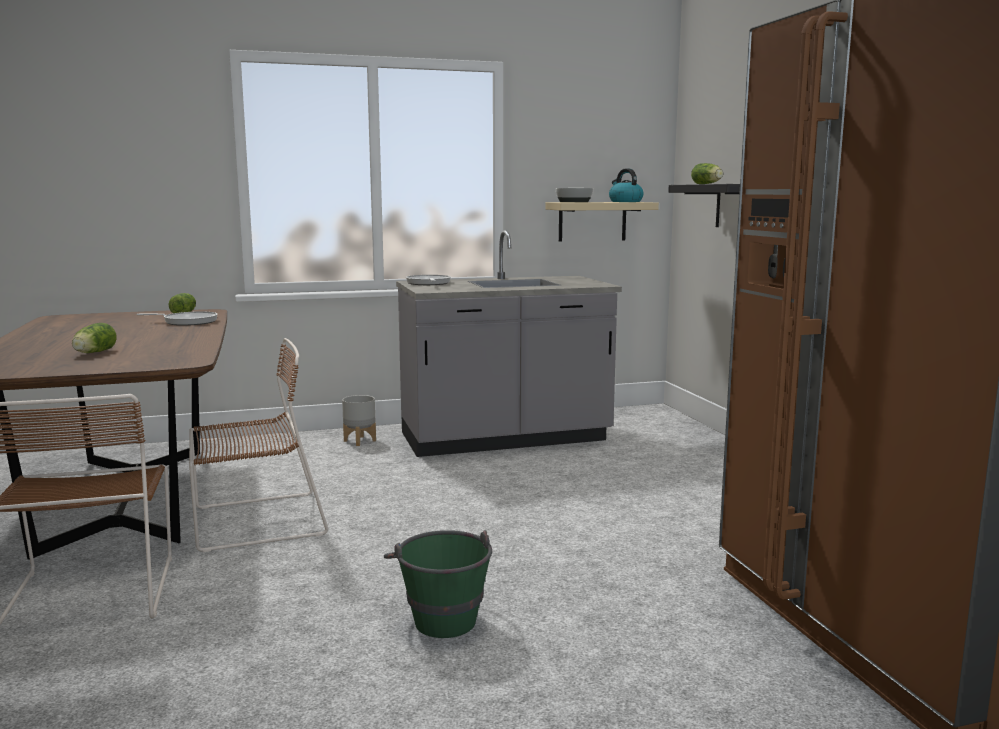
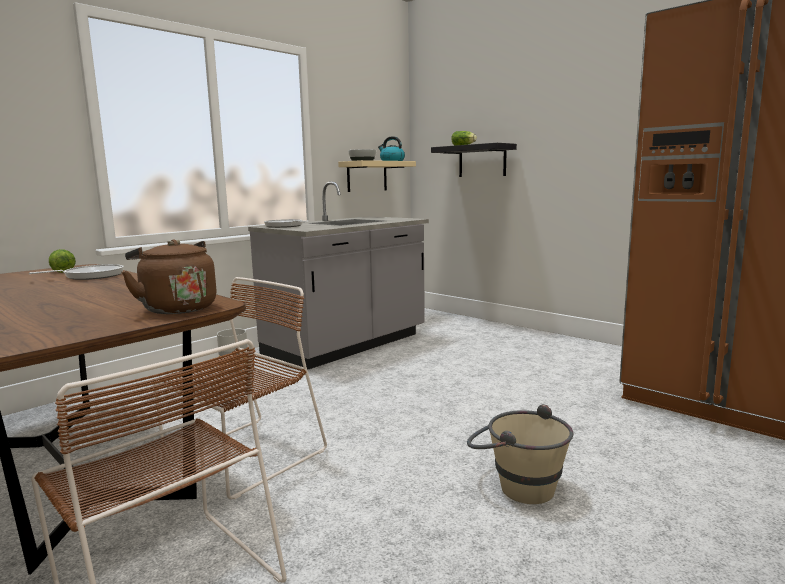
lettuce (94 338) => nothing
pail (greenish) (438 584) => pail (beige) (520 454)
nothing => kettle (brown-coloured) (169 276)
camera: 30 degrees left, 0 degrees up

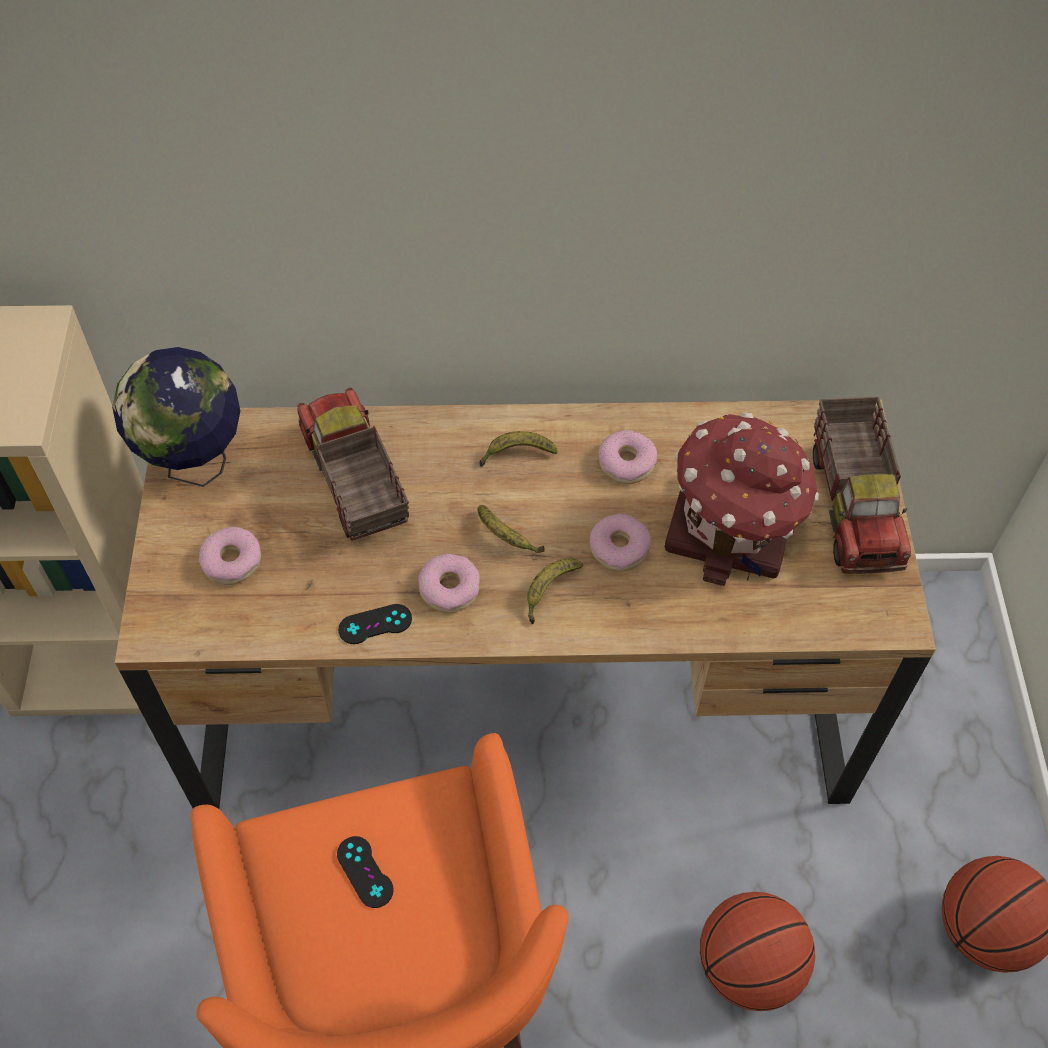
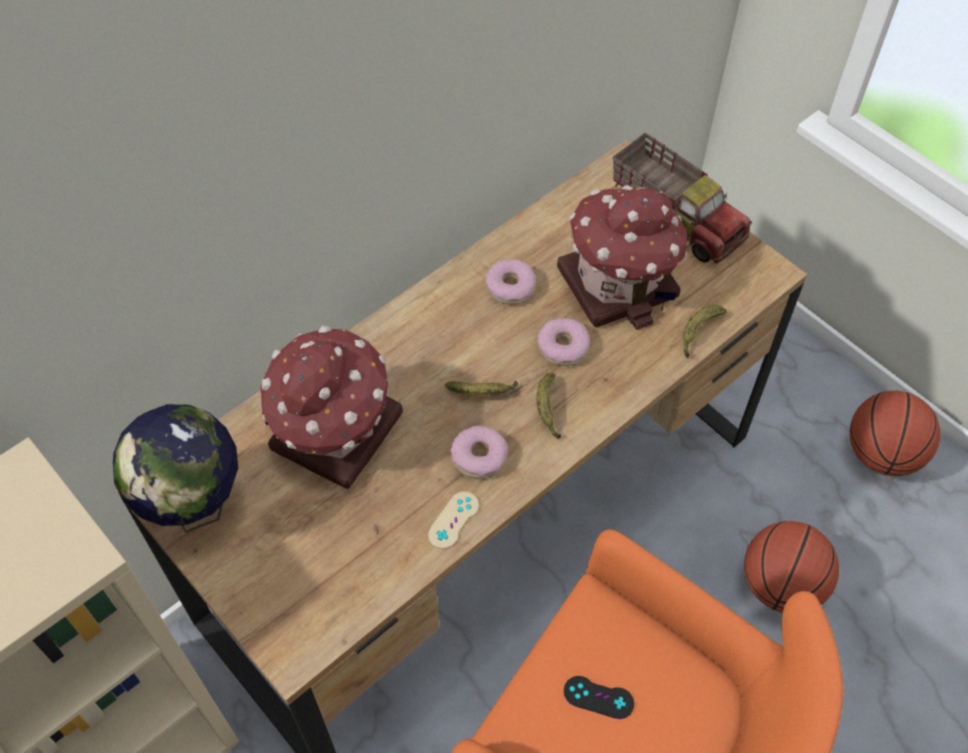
ring doughnut (230 556) => nothing
toy lorry (353 464) => model house (331 407)
joypad (black) (375 624) => joypad (beige) (453 520)
whole banana (519 449) => whole banana (705 331), move
camera: 40 degrees left, 0 degrees up

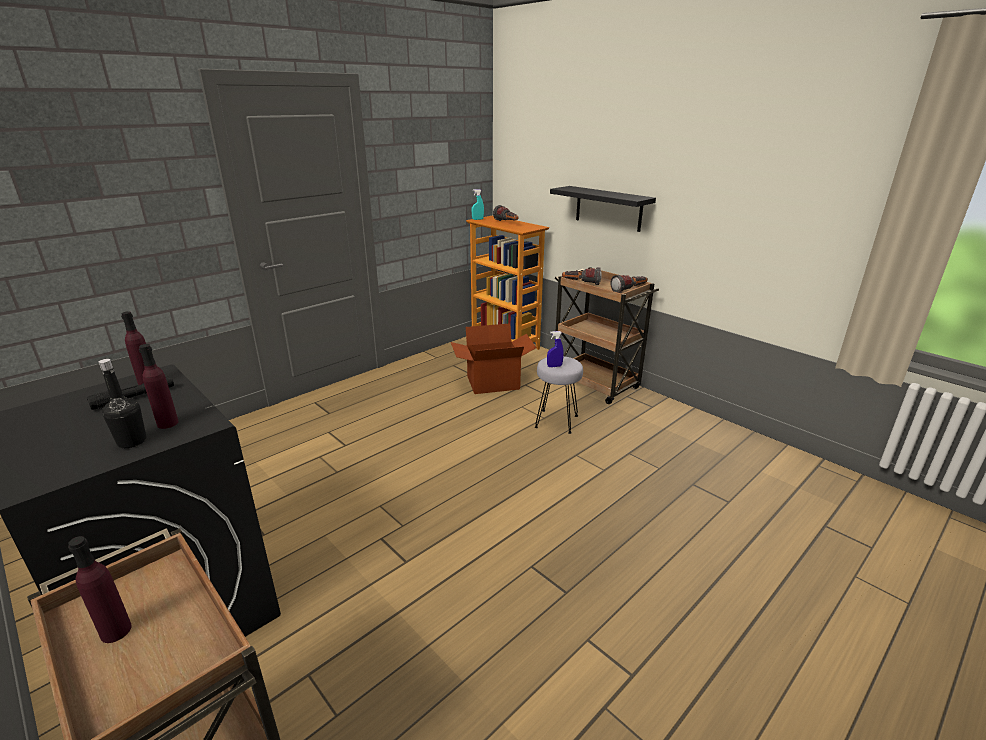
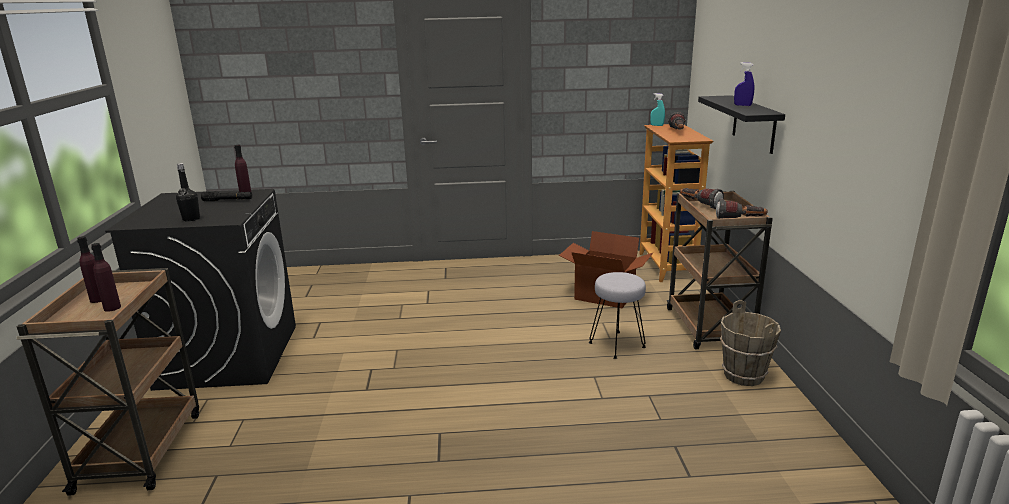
beverage bottle (purple-coloured) (159 386) => beverage bottle (purple-coloured) (106 277), move
hand sprayer (blue-coloured) (555 349) => hand sprayer (blue-coloured) (744 84), move
nothing => pail (brown-coloured) (750 343)
camera: 40 degrees right, 5 degrees down

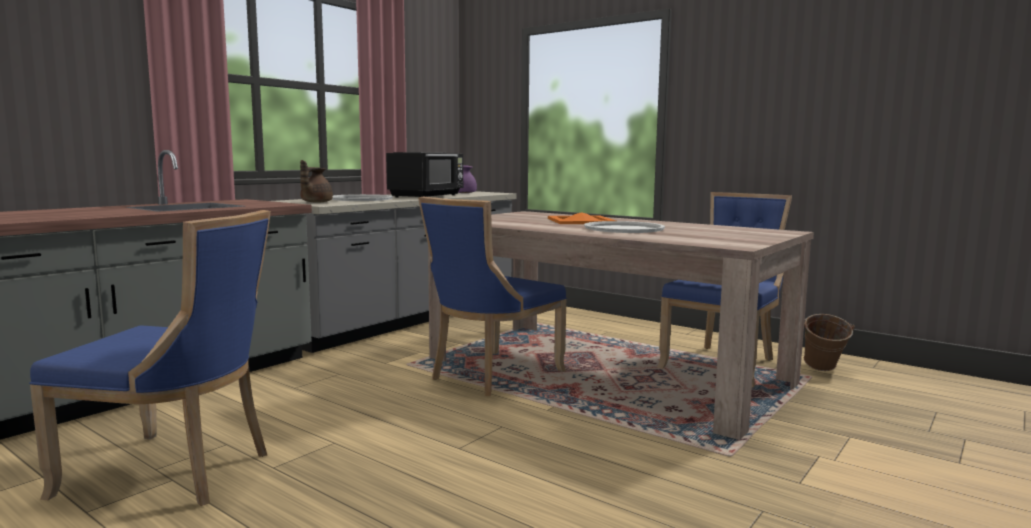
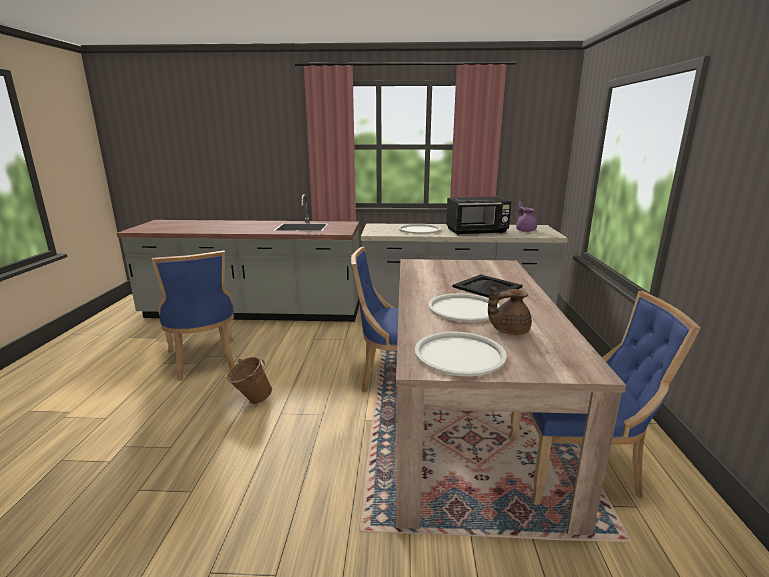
tea pot (brown-coloured) (316 181) => tea pot (brown-coloured) (510 310), move
carrying tray (orangey) (582 218) => carrying tray (black) (488 286)
pail (brown-coloured) (829 342) => pail (brown-coloured) (249 380), move
nothing => carrying tray (white) (461 353)
camera: 55 degrees right, 10 degrees up

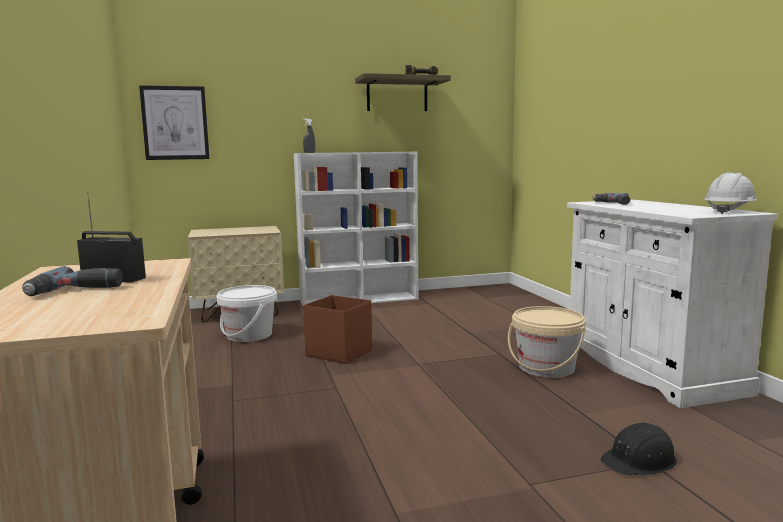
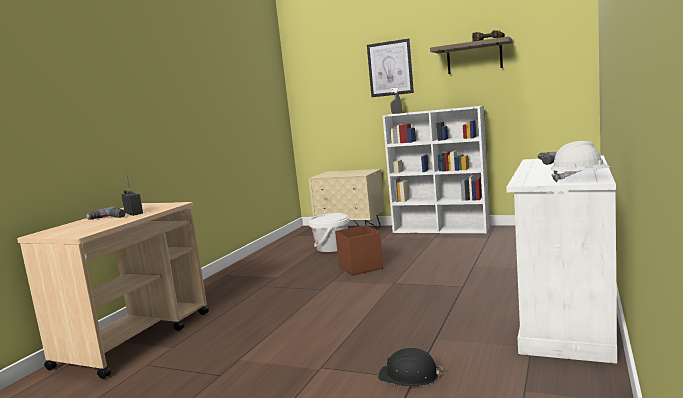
wall art (174 122) => wall art (390 67), move
pail (beige) (547 342) => nothing
camera: 40 degrees right, 0 degrees up

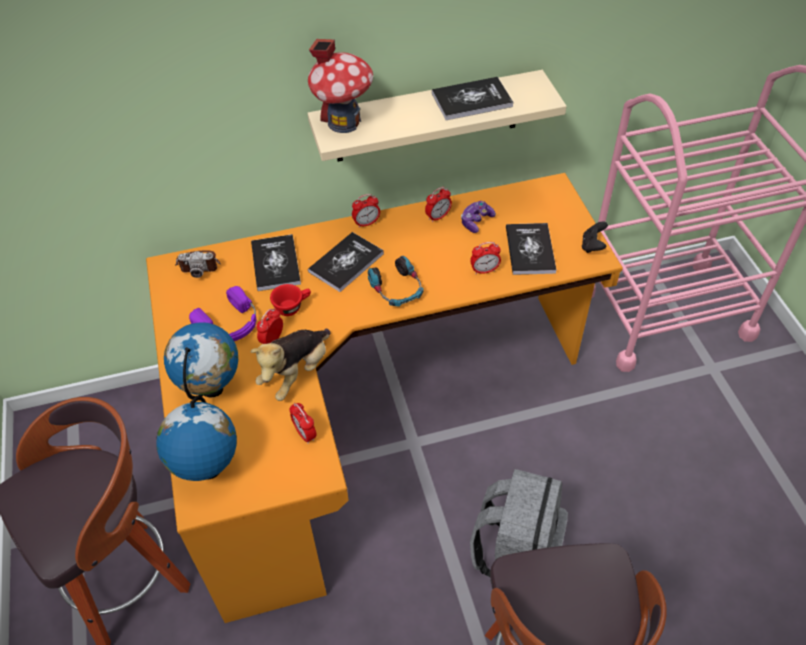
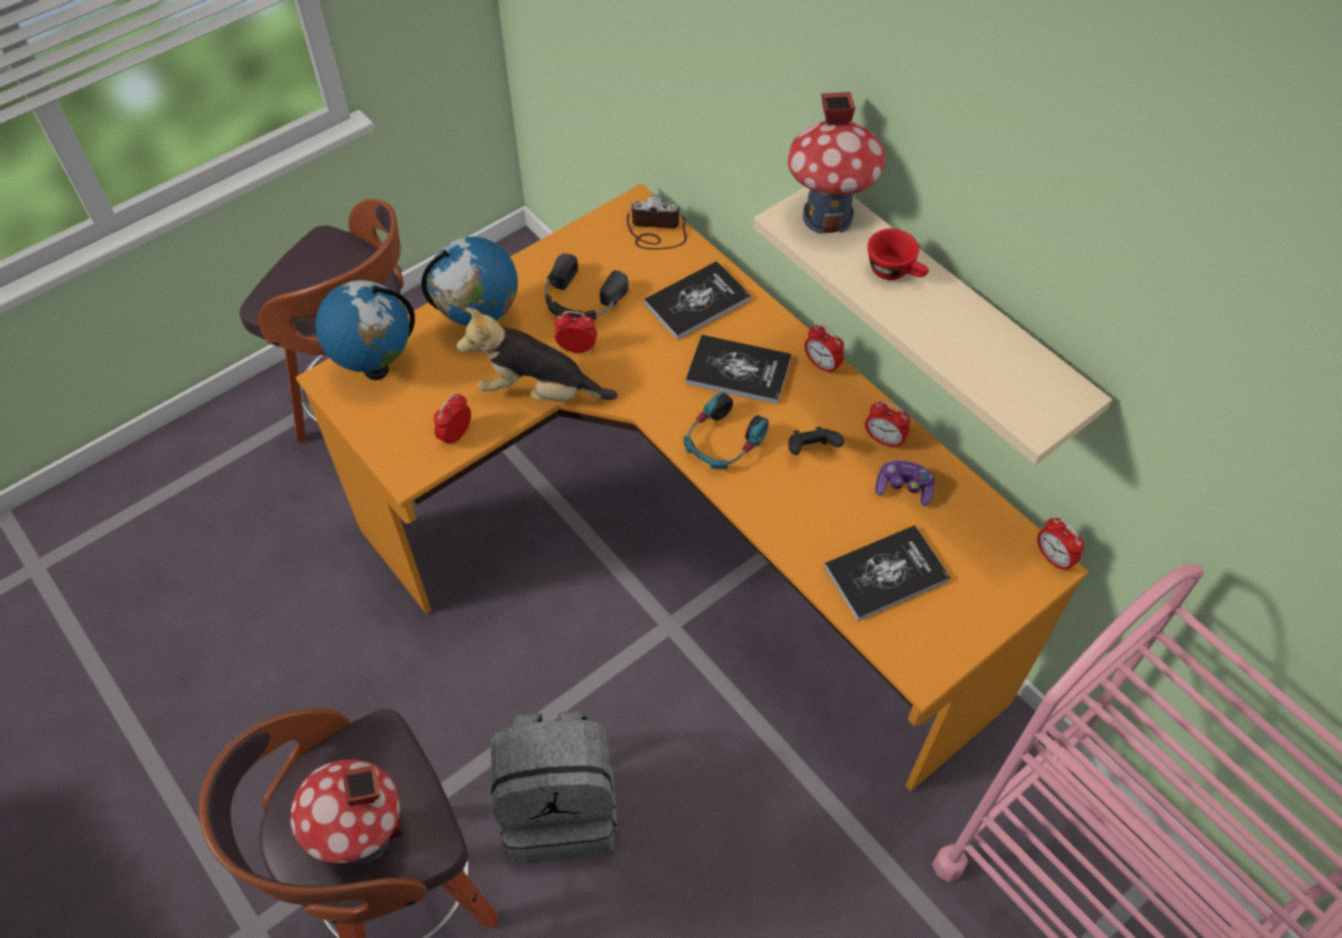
still camera (198 264) => still camera (657 222), 120 degrees clockwise
pair of headphones (purple-coloured) (223 313) => pair of headphones (black) (587 287)
cup (red) (290 300) => cup (red) (898 254), move
volume (473 98) => nothing
alarm clock (485 258) => alarm clock (1060 545), move
joypad (black) (595 237) => joypad (black) (816 441), move
nothing => model house (346 812)
camera: 65 degrees right, 5 degrees up

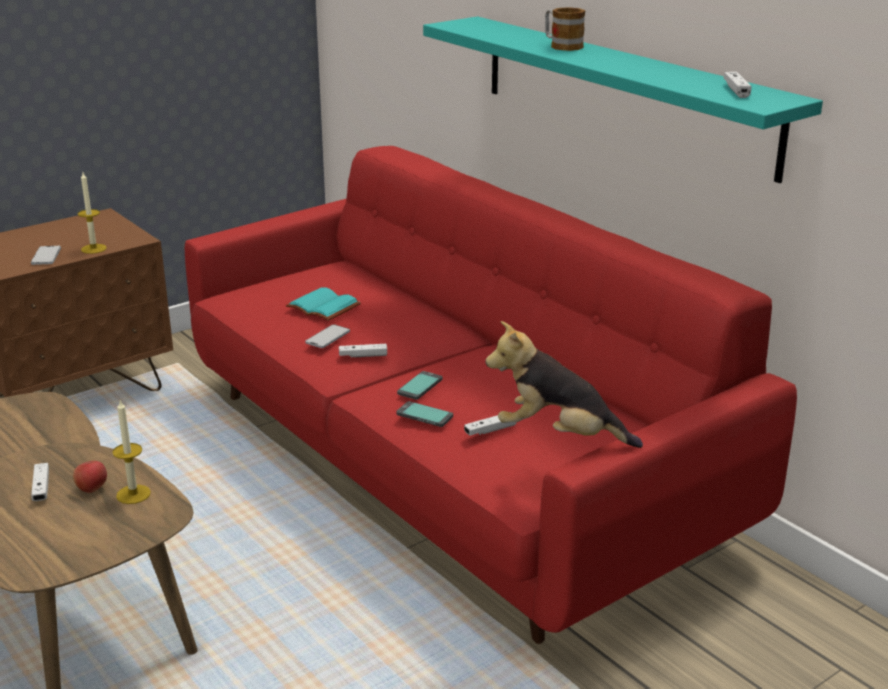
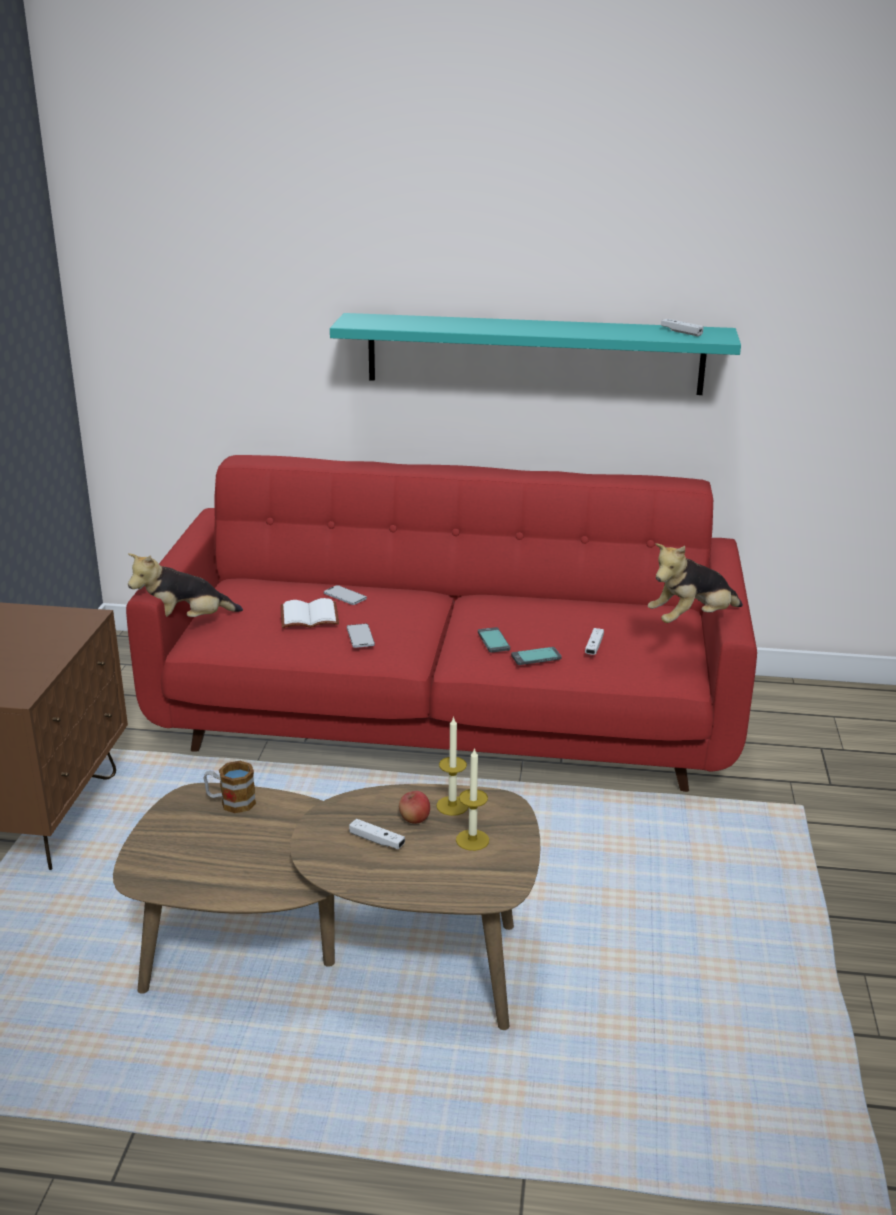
handset (46 255) => handset (345 595), move
wax candle (92 213) => wax candle (472 799), move
volume (turquoise-coloured) (323 304) => volume (white) (310 613)
joypad (white) (363 351) => nothing
coffee mug (565 29) => coffee mug (230 787), move
nothing => plush toy (185 585)
camera: 45 degrees left, 0 degrees up

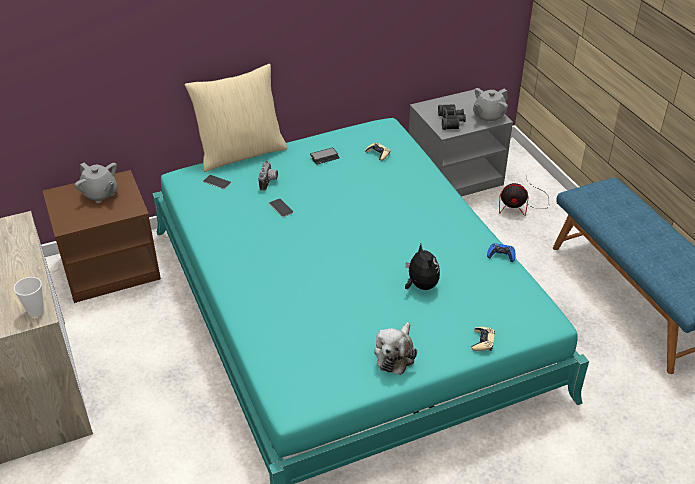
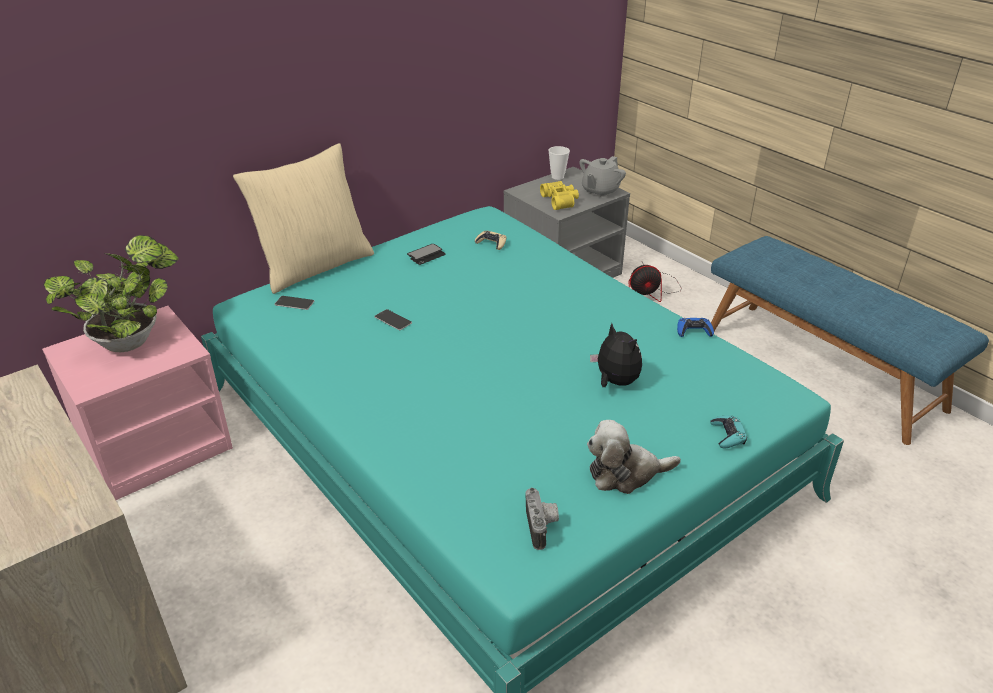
cup (29 297) => cup (559 163), move
night table (brown-coloured) (102 236) => night table (pinkish) (137 403)
tea pot (greyish) (96 182) => houseplant (111 293)
still camera (268 176) => still camera (542 519), move
plush toy (395 348) => plush toy (634 457), 75 degrees clockwise
binoculars (black) (452 117) => binoculars (yellow-coloured) (559 195)
joypad (beige) (483 339) => joypad (turquoise-coloured) (728 432)
camera: 15 degrees left, 5 degrees down

